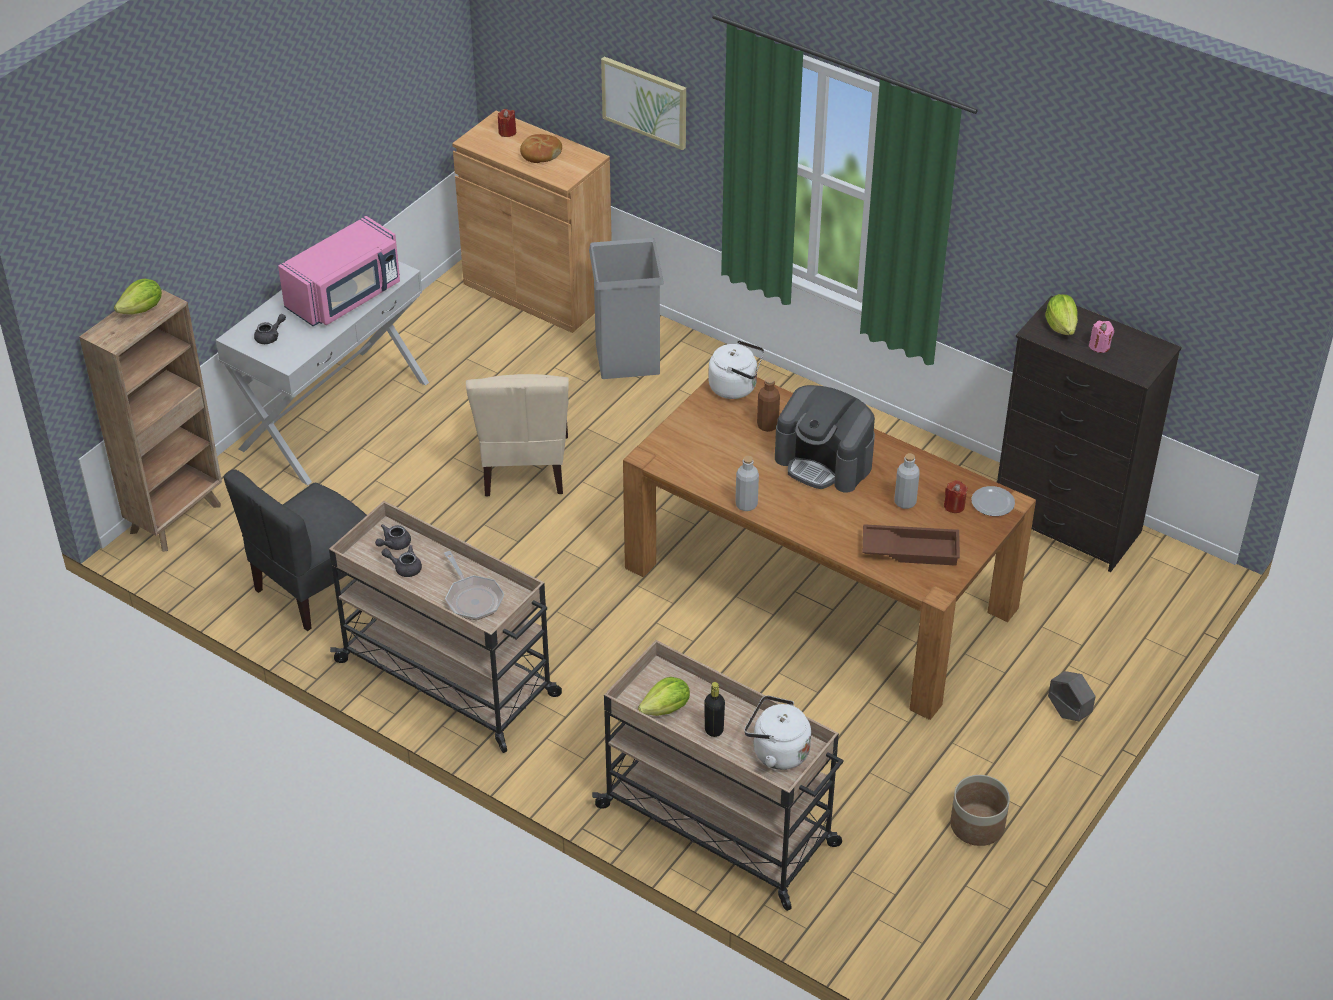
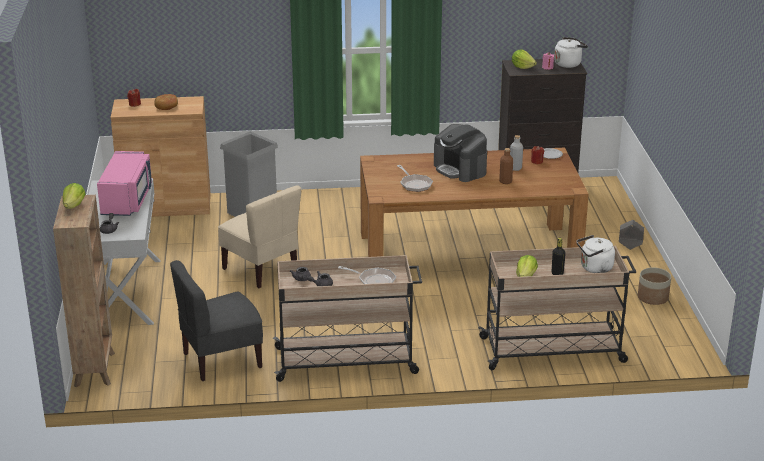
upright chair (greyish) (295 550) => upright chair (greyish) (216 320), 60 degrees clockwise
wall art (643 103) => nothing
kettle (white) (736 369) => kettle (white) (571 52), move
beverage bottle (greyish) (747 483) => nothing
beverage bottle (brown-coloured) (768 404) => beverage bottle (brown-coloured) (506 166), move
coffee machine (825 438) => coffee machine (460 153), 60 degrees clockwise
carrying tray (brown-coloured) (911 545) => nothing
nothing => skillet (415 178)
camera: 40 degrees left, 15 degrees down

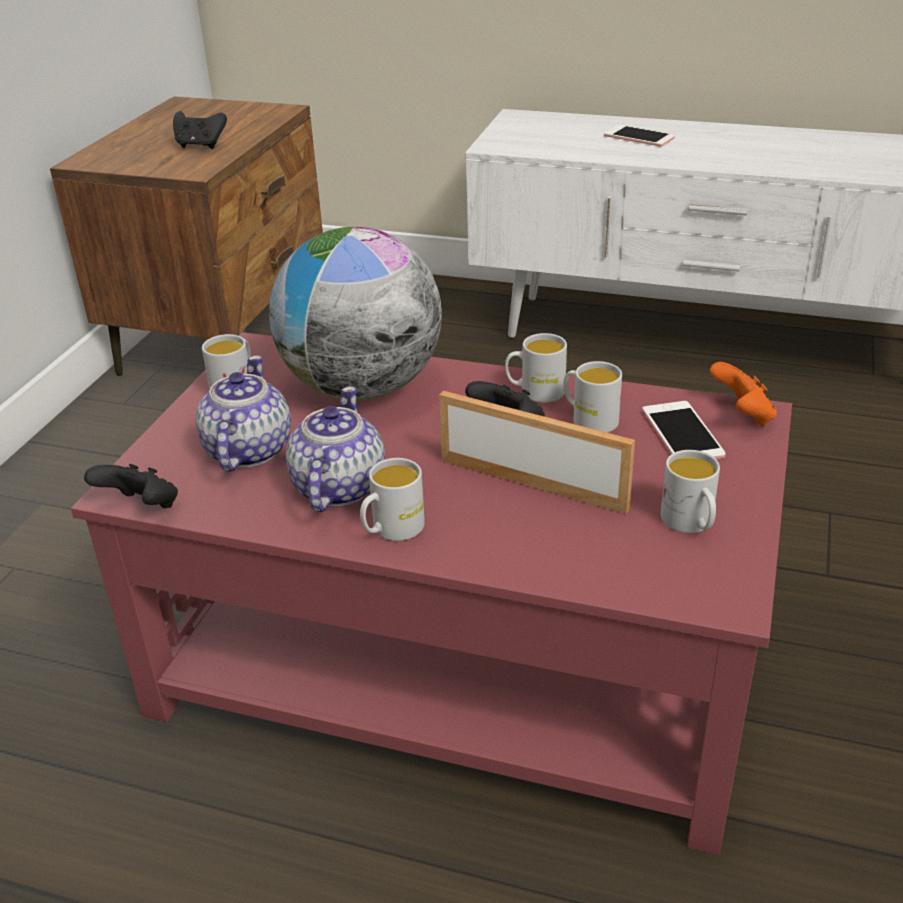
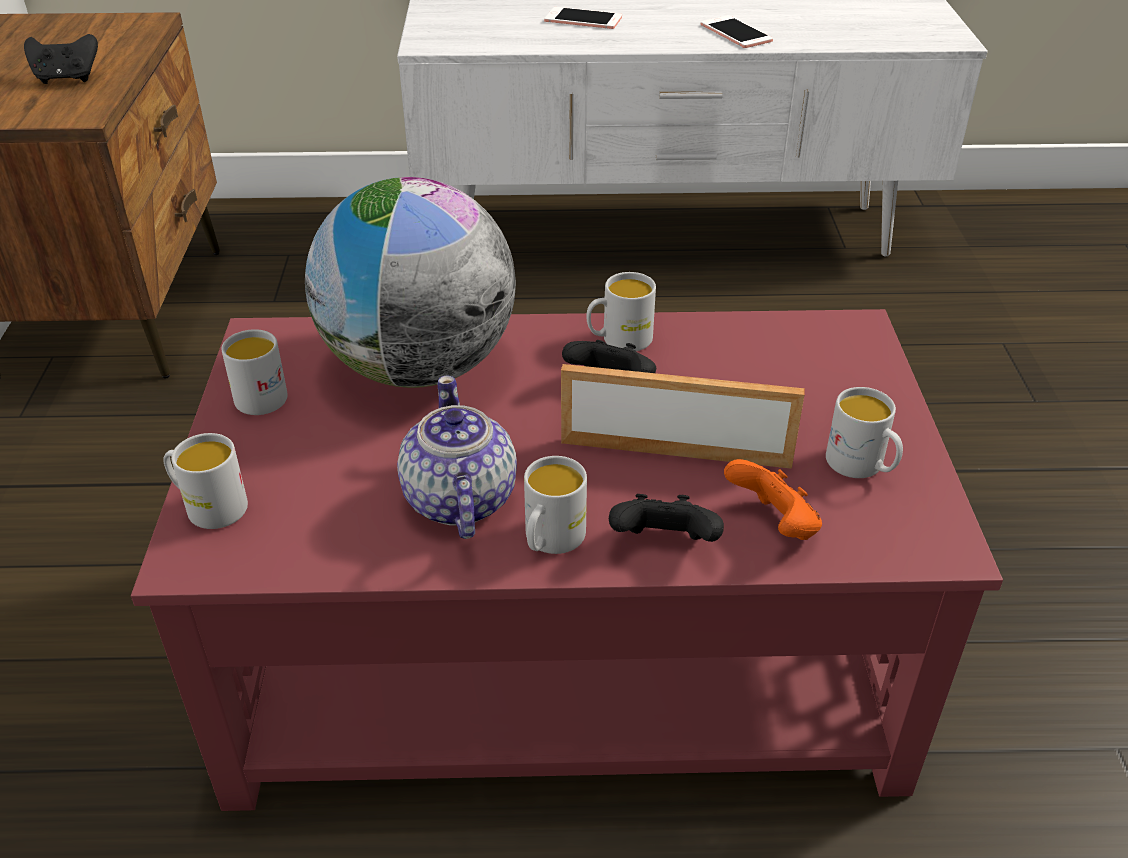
joypad (black) (131 486) => joypad (black) (666 518), move
tea pot (243 413) => nothing
coffee mug (white) (593 397) => coffee mug (white) (205 481), move
handset (684 430) => handset (737 31), move
joypad (orangey) (743 394) => joypad (orangey) (773 499), move
camera: 20 degrees left, 5 degrees up

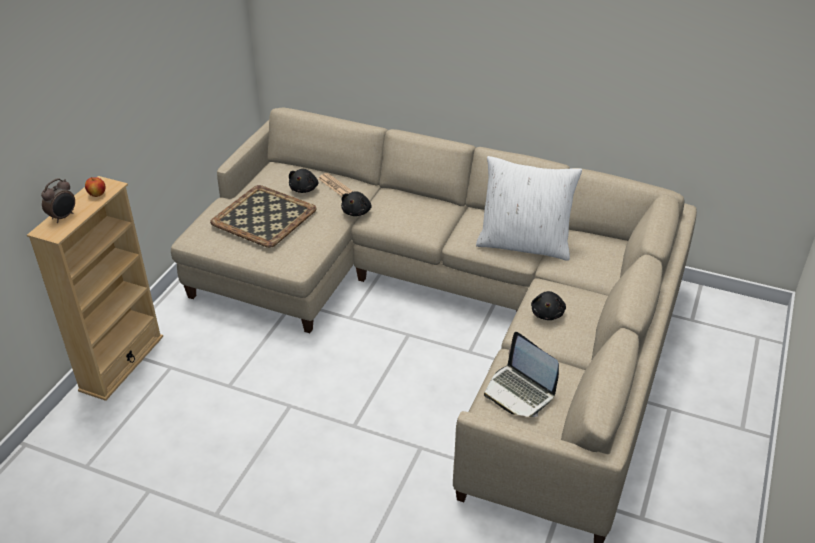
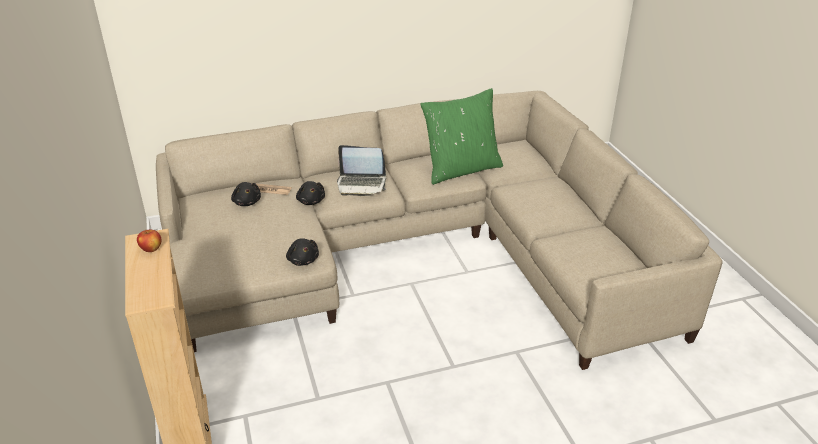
alarm clock (58 200) => nothing
carrying tray (263 216) => nothing
throw pillow (white) (529 208) => throw pillow (greenish) (461 136)
laptop (521 374) => laptop (361 170), move
plush toy (black) (548 305) => plush toy (black) (302 252), move
camera: 40 degrees left, 5 degrees down

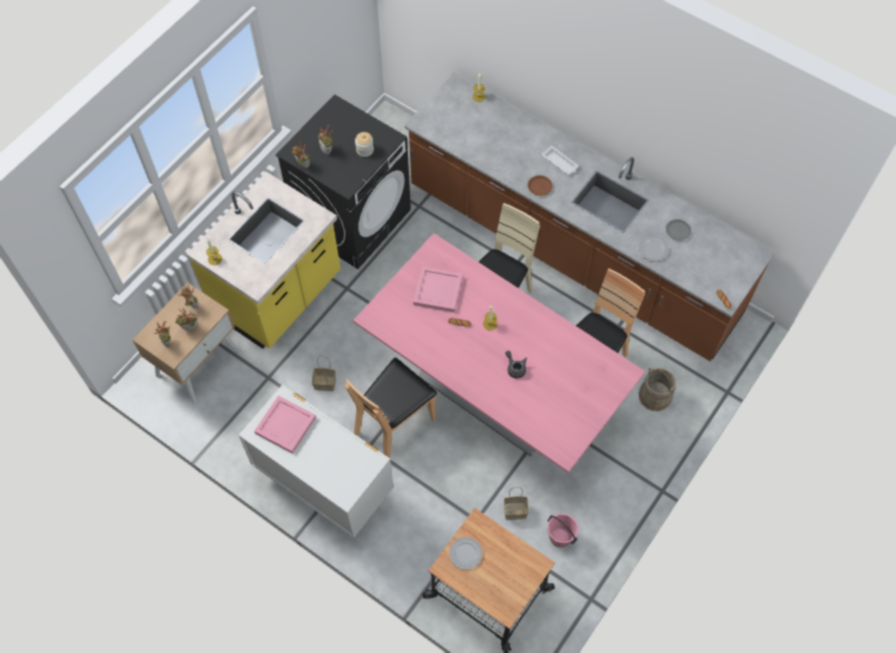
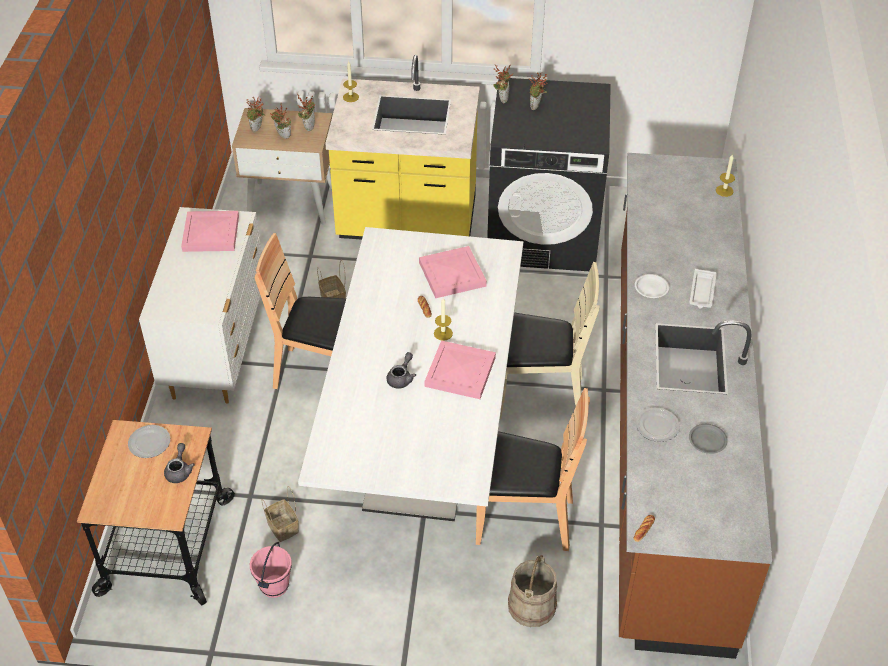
dinner table (pinkish) (499 353) => dinner table (white) (410 374)
jar (364 144) => nothing
plate (brown-coloured) (540 185) => plate (white) (652 286)
nothing => tea pot (greyish) (179 463)
nothing => carrying tray (pinkish) (460 369)
camera: 60 degrees right, 15 degrees down

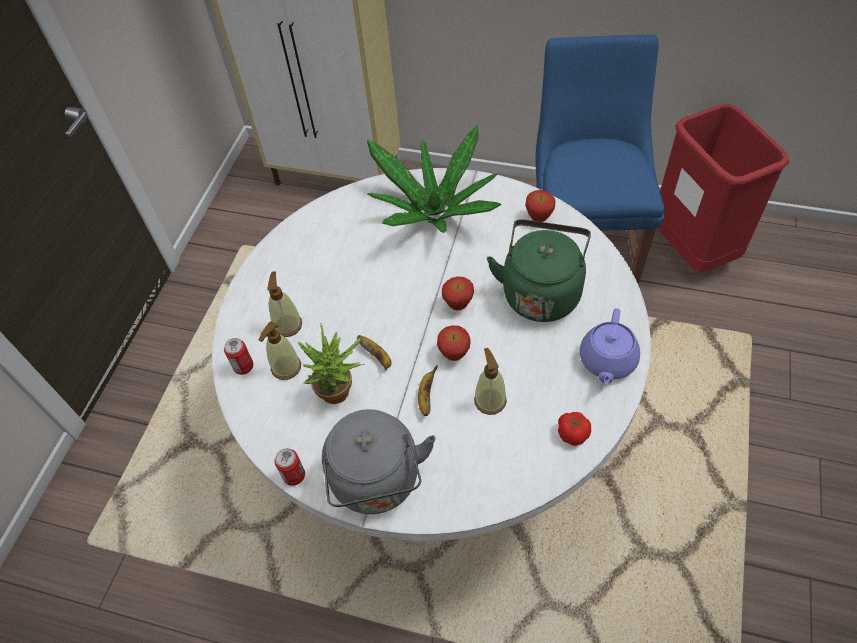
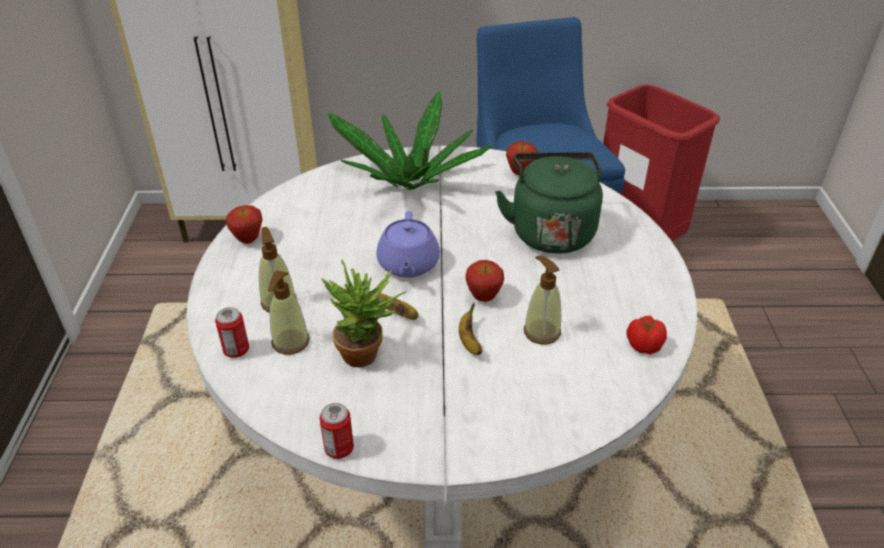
kettle (greyish) (379 461) => nothing
whole apple (458 293) => whole apple (244 224), move
tea pot (purple-coloured) (610 346) => tea pot (purple-coloured) (408 244), move
camera: 20 degrees left, 15 degrees down

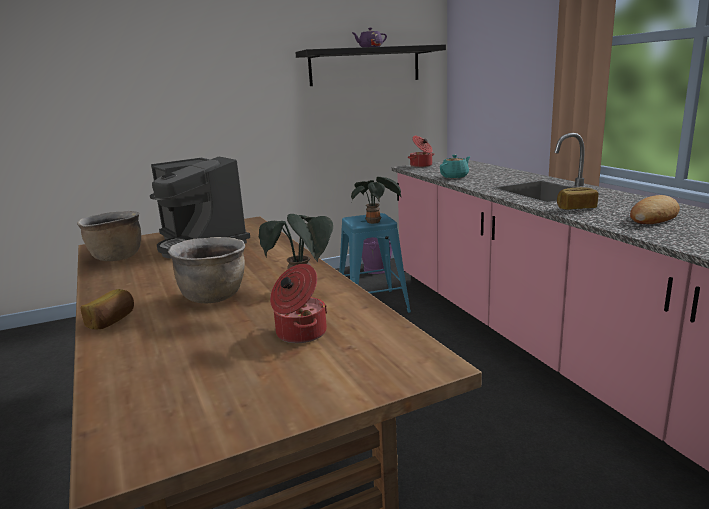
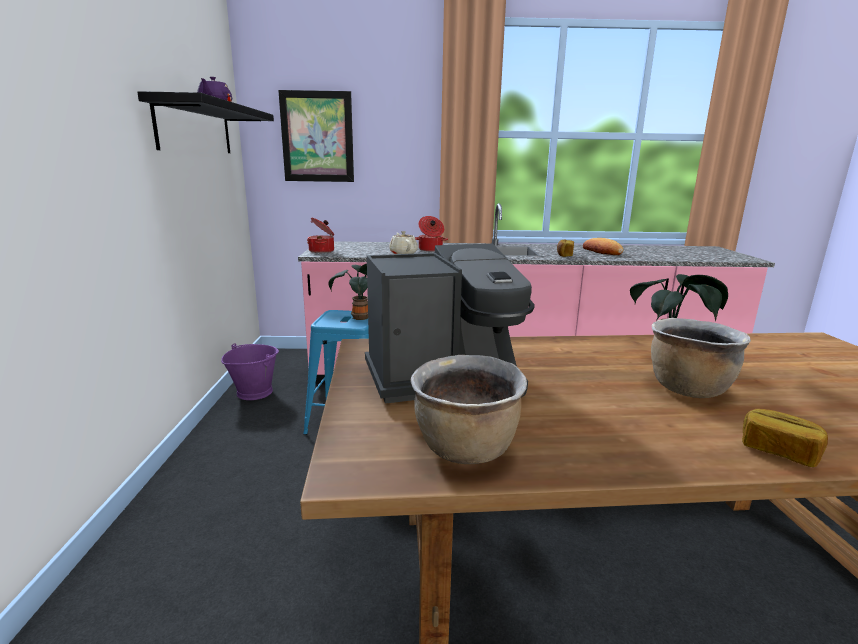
saucepot (298 303) => saucepot (431 233), move
tea pot (turquoise-coloured) (455 166) => tea pot (beige) (403 242)
nothing => wall art (316 136)
camera: 70 degrees left, 0 degrees up

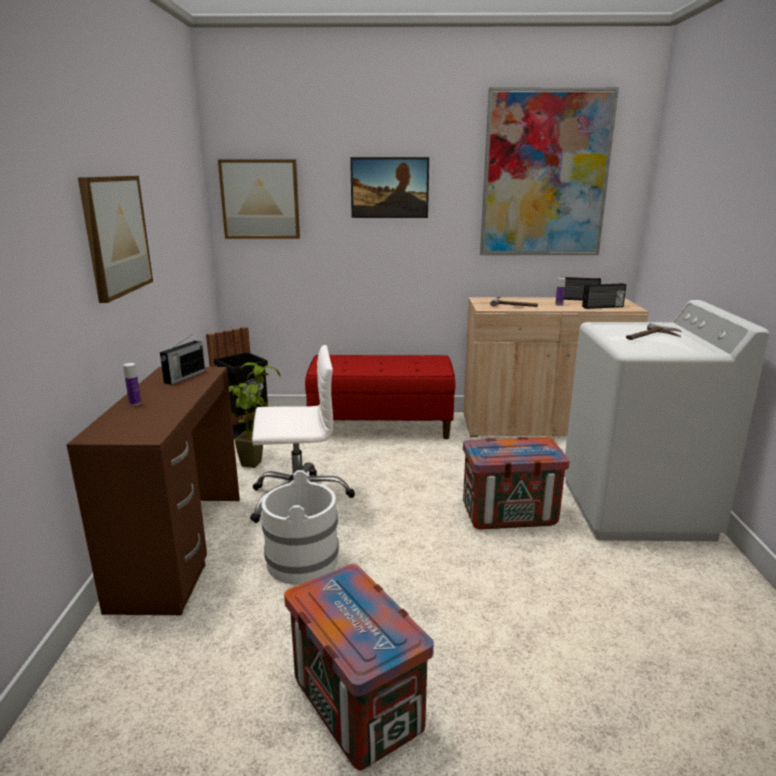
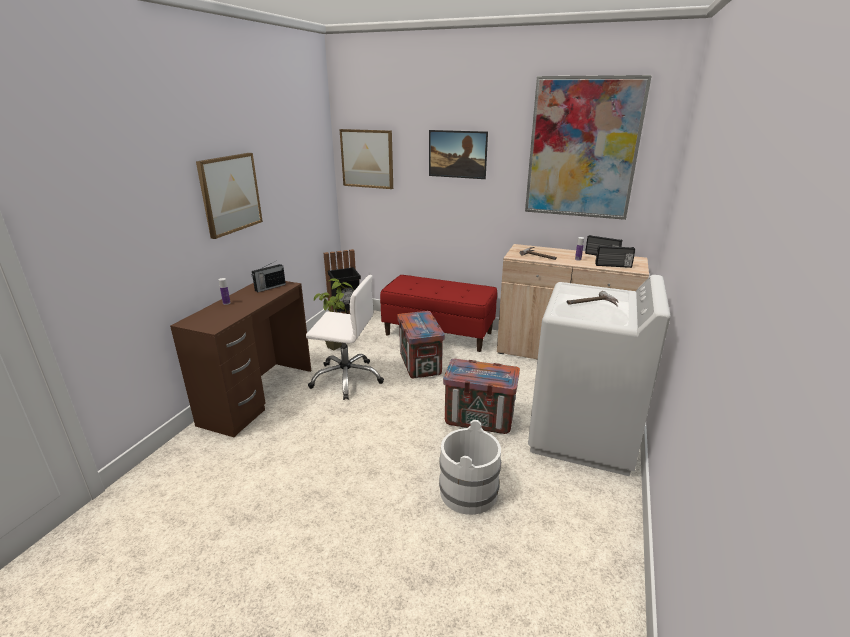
pail (white) (300 527) => pail (white) (470 467), move
shipping crate (359 667) => shipping crate (421 345), move
camera: 20 degrees right, 5 degrees up

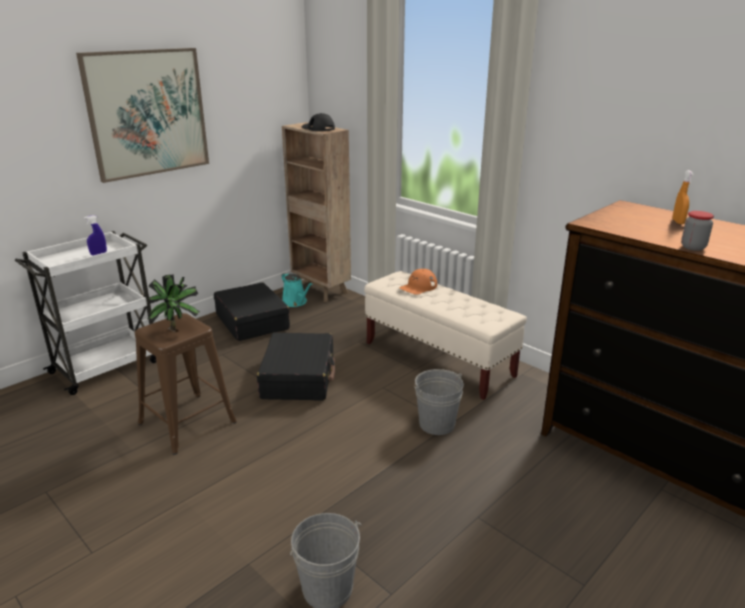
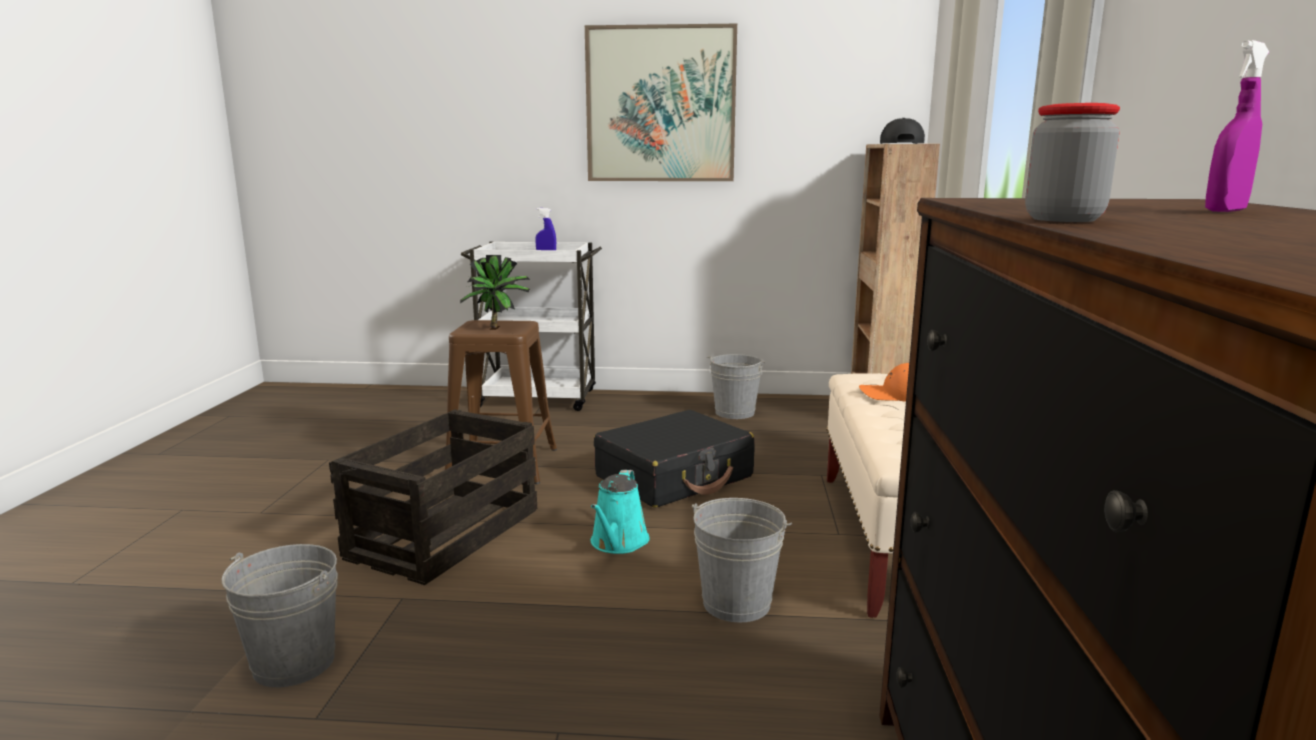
suitcase (black) (252 311) => pail (greyish) (736 386)
watering pot (turquoise-coloured) (297 289) => watering pot (turquoise-coloured) (620 512), move
hand sprayer (orangey) (683 197) => hand sprayer (purple-coloured) (1237 126)
nothing => shipping crate (433 497)
camera: 50 degrees right, 10 degrees down

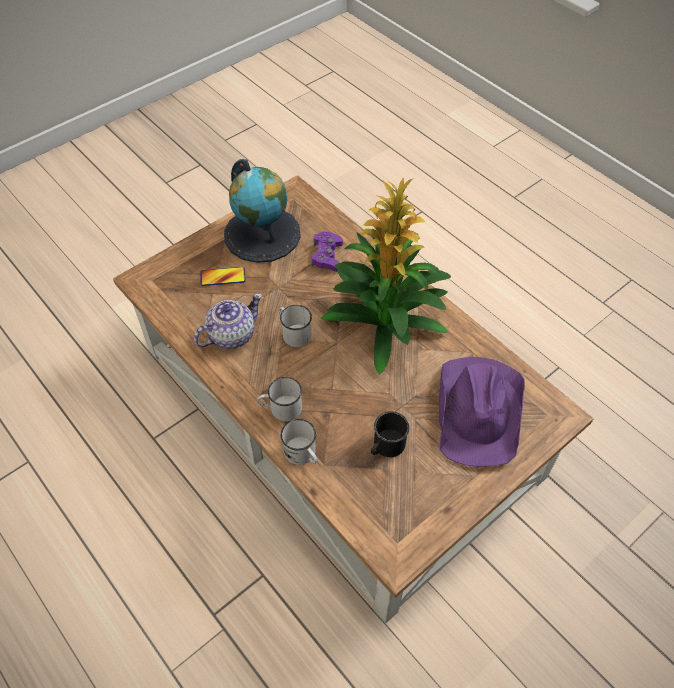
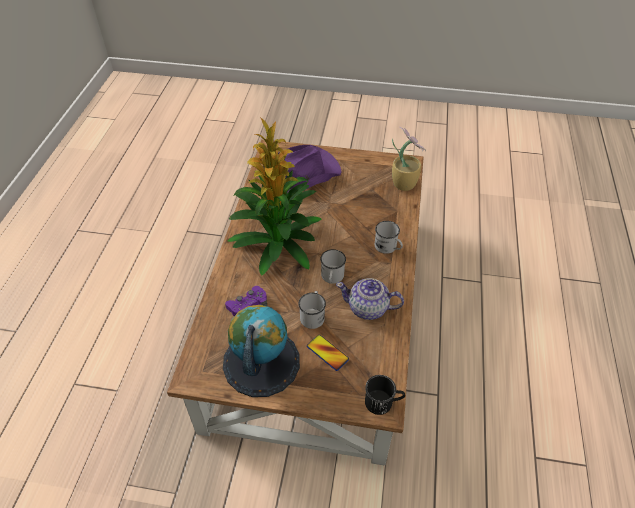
coffee mug (white) (299 442) => coffee mug (white) (312 310), move
coffee mug (black) (390 434) => coffee mug (black) (385 395), move
nothing => houseplant (409 159)
camera: 130 degrees left, 5 degrees down

